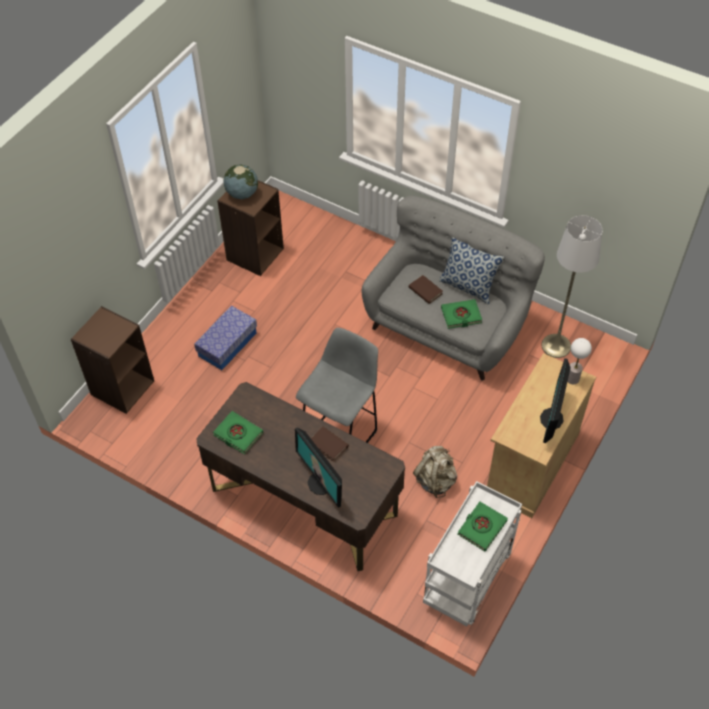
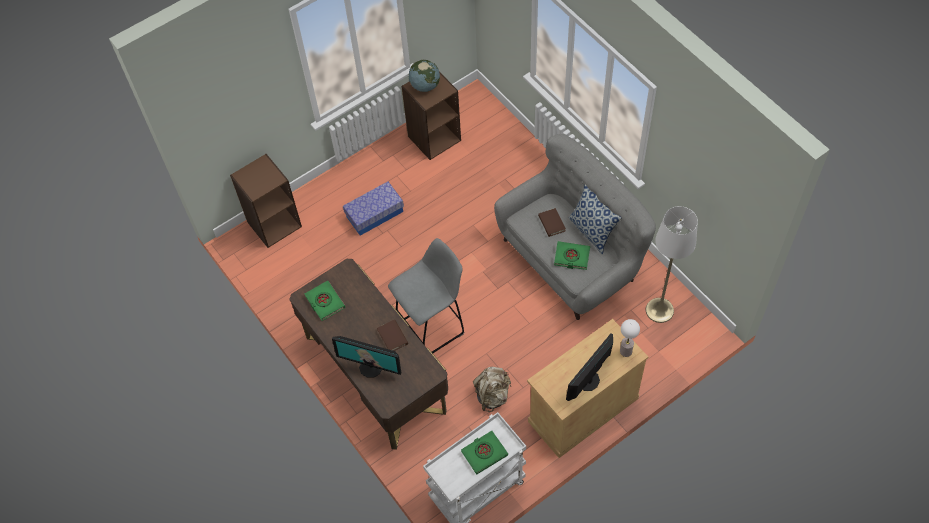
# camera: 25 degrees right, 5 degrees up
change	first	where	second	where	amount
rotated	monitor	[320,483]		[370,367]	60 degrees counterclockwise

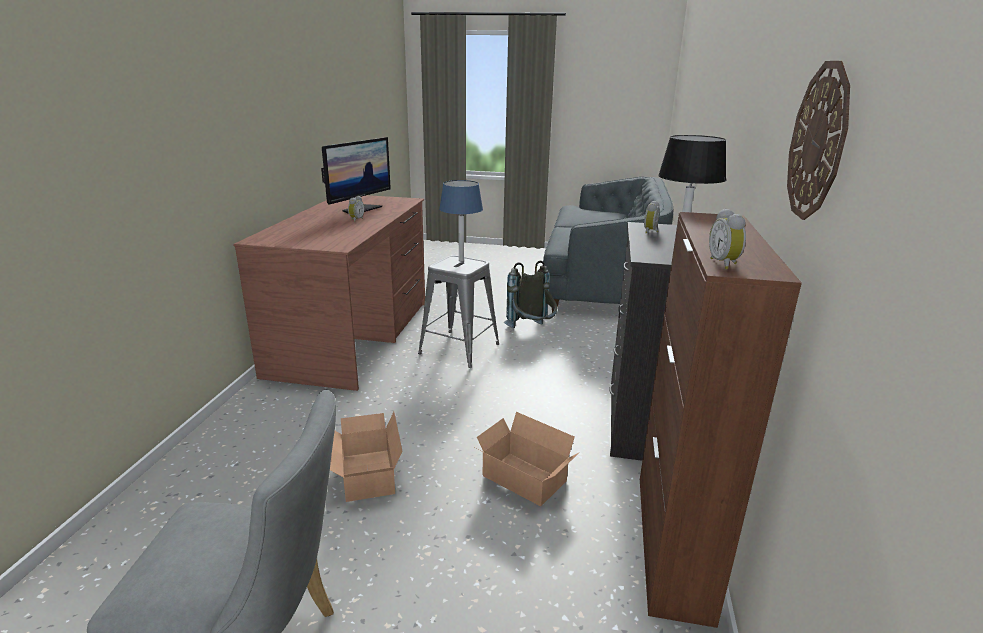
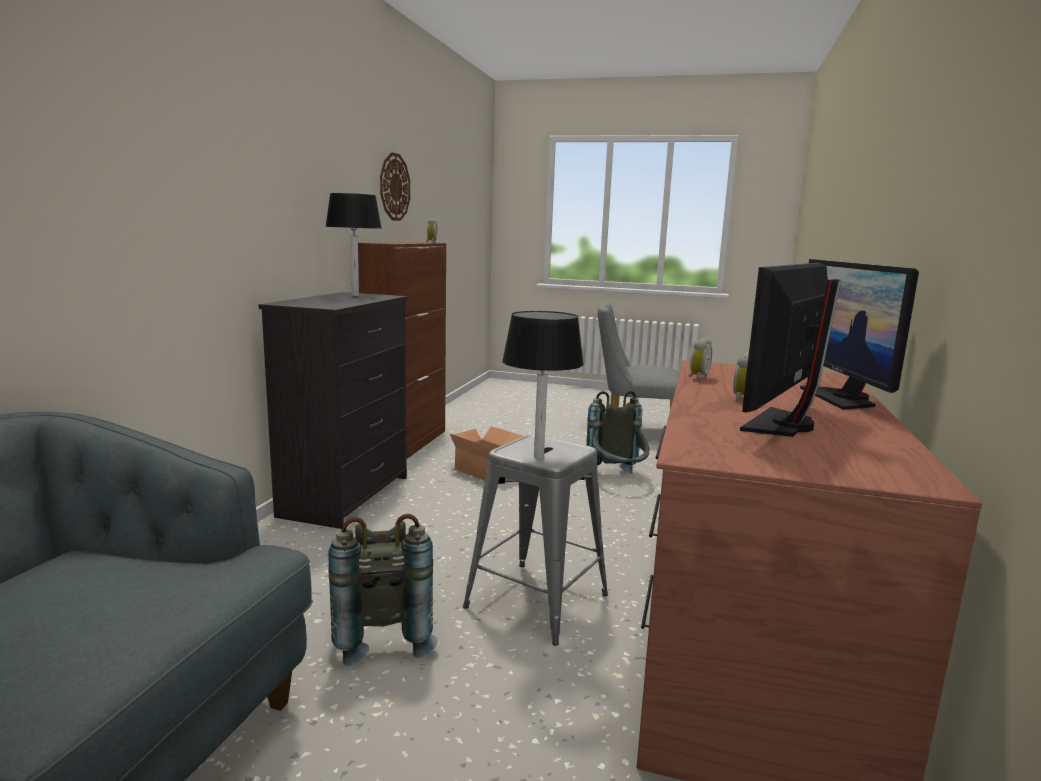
# camera: 175 degrees left, 10 degrees down
change	first	where	second	where	amount
swapped	caja de cartón	[365,476]	mochila [gris]	[617,480]	
repainted	lámpara de mesa [azul]	[461,260]	lámpara de mesa [negro]	[539,457]	
shifted	despertador	[651,231]		[697,378]	
new			monitor	[841,398]	

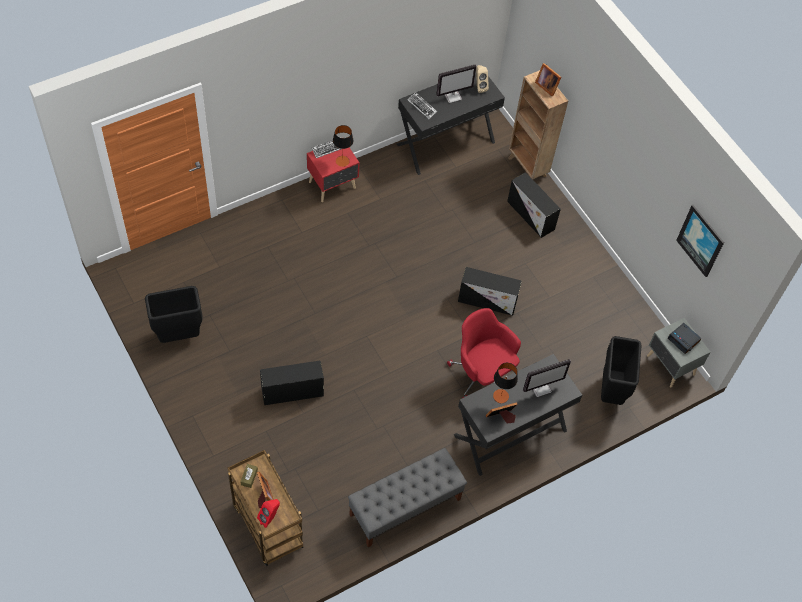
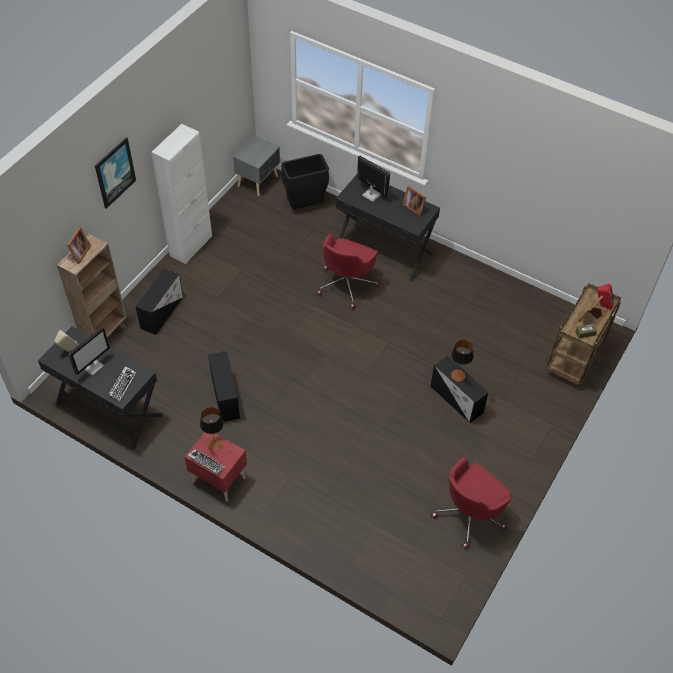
# camera: 115 degrees left, 5 degrees down
change	first	where	second	where	amount
swapped	papelera [negro]	[179,335]	silla de oficina [rojo]	[469,514]	
gone	banco [gris]	[405,507]			
rotated	monitor	[453,96]		[93,366]	90 degrees clockwise
shifted	caja de almacenaje [negro]	[488,301]		[225,396]	
shifted	lámpara de mesa	[500,396]		[458,375]	
gone	despertador	[684,340]			
shifted	cuadro	[701,240]		[114,172]	
new			armario [blanco]	[191,246]	

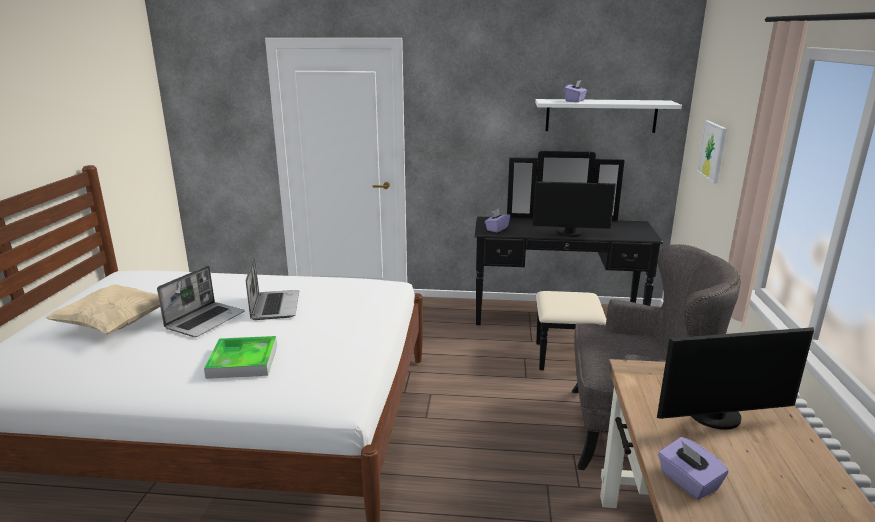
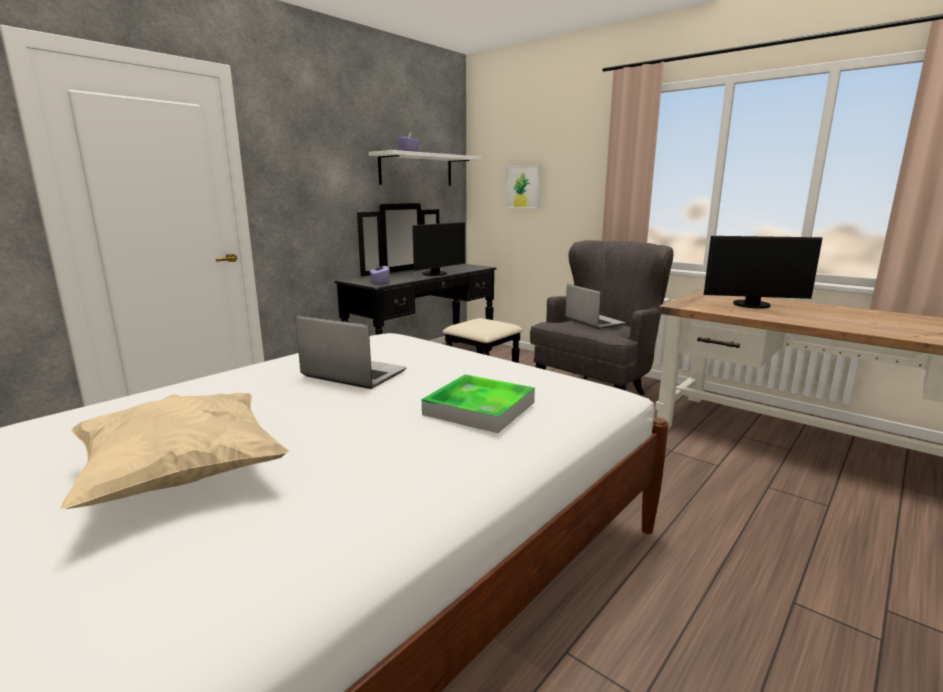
# camera: 55 degrees left, 5 degrees down
change	first	where	second	where	amount
shifted	portátil	[205,320]		[593,322]	
rotated	monitor	[717,417]		[752,305]	75 degrees clockwise
gone	caja de pañuelos [morado]	[688,482]			

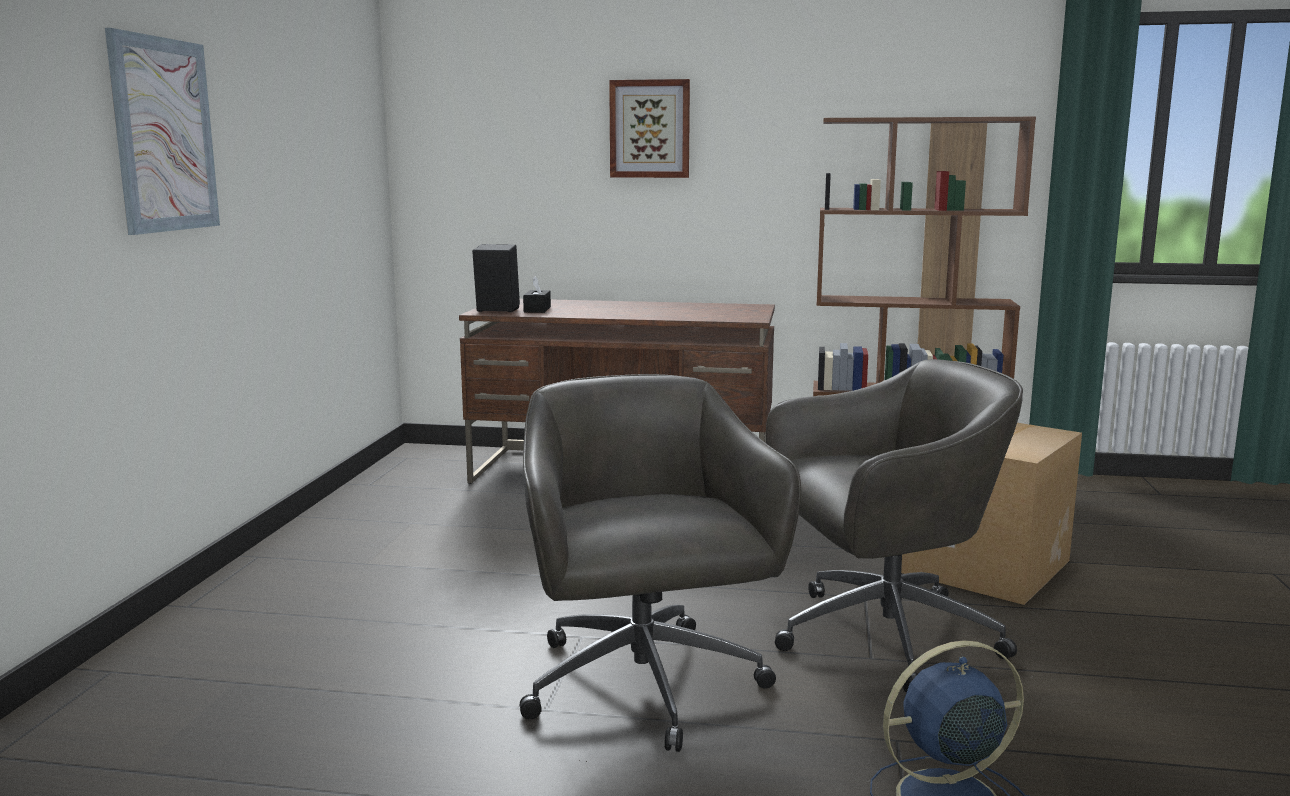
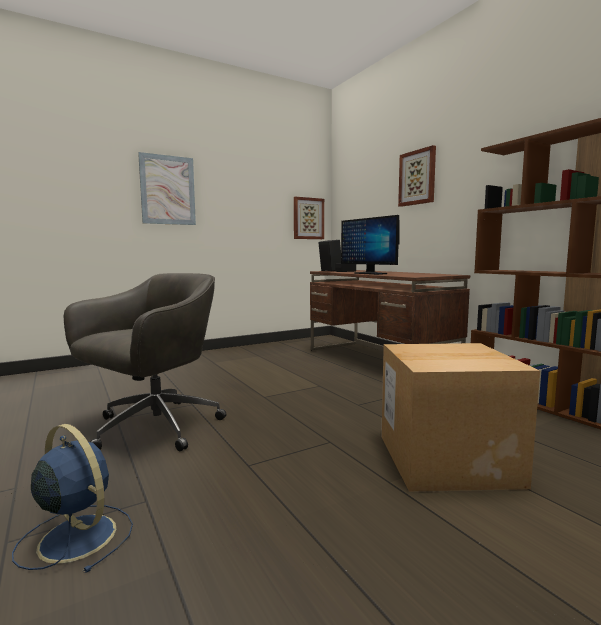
# camera: 50 degrees right, 5 degrees down
change	first	where	second	where	amount
gone	silla de oficina [gris]	[880,637]			
new			cuadro	[308,218]	
new			monitor	[370,273]	

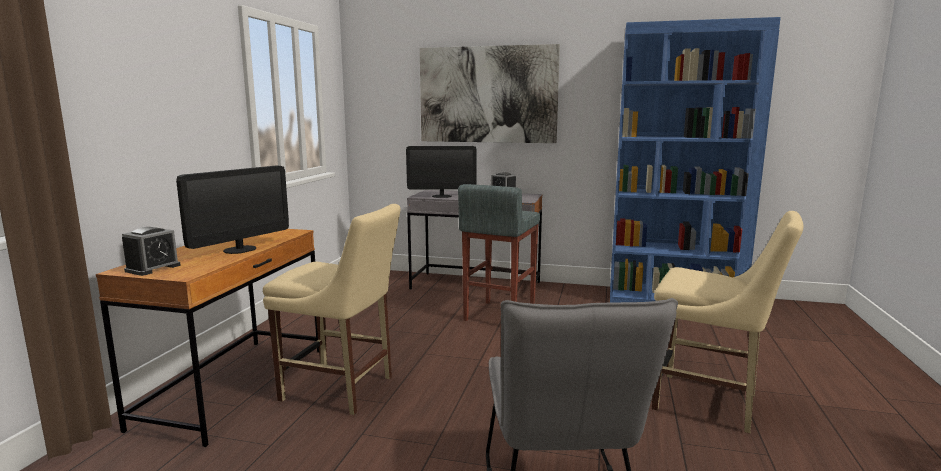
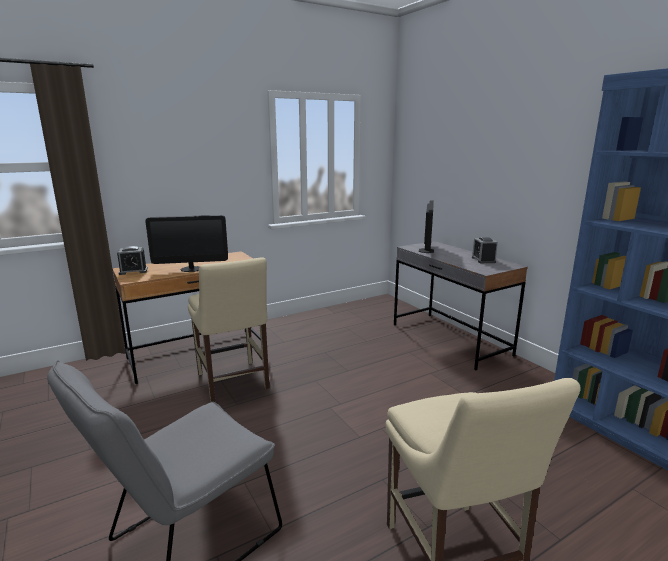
# camera: 45 degrees right, 5 degrees up
change	first	where	second	where	amount
rotated	monitor	[441,196]		[426,250]	120 degrees counterclockwise
gone	cuadro	[487,95]			
gone	taburete [gris]	[498,315]			

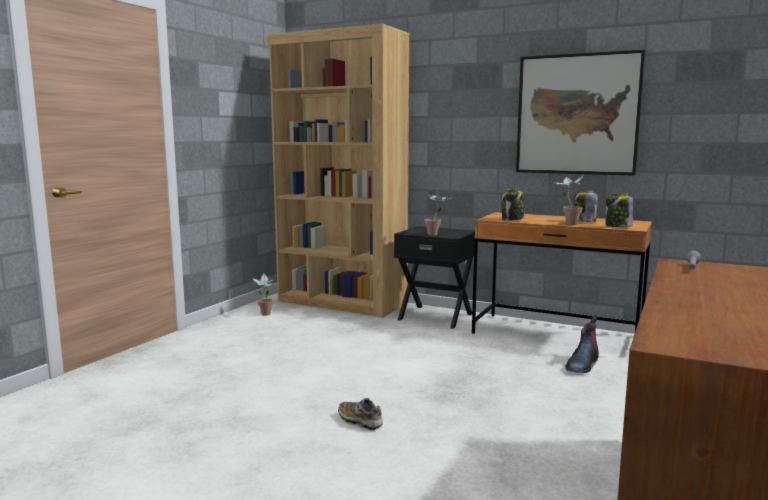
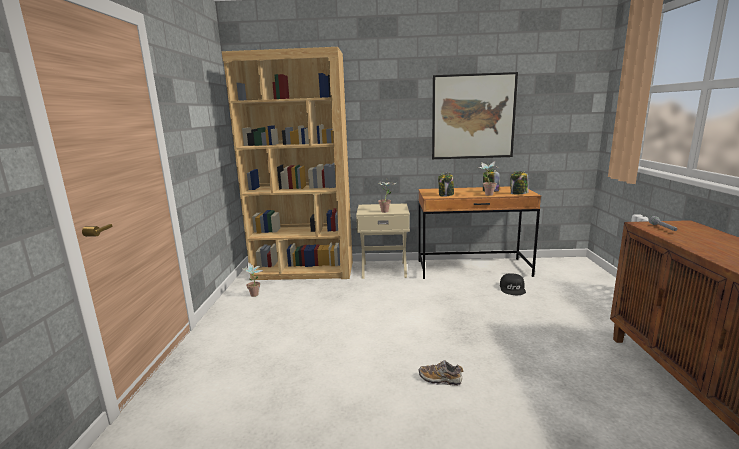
# camera: 25 degrees left, 5 degrees up
change	first	where	second	where	amount
repainted	mesita de noche [negro]	[436,316]	mesita de noche [beis]	[384,269]	
swapped	bota	[582,364]	gorra [negro]	[513,288]	

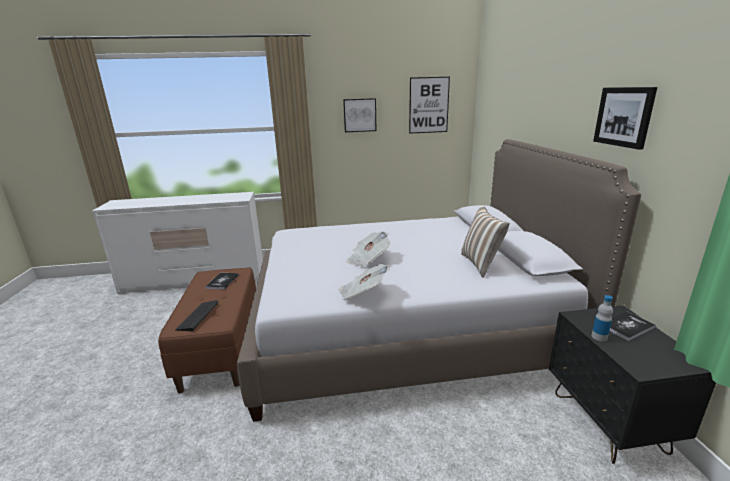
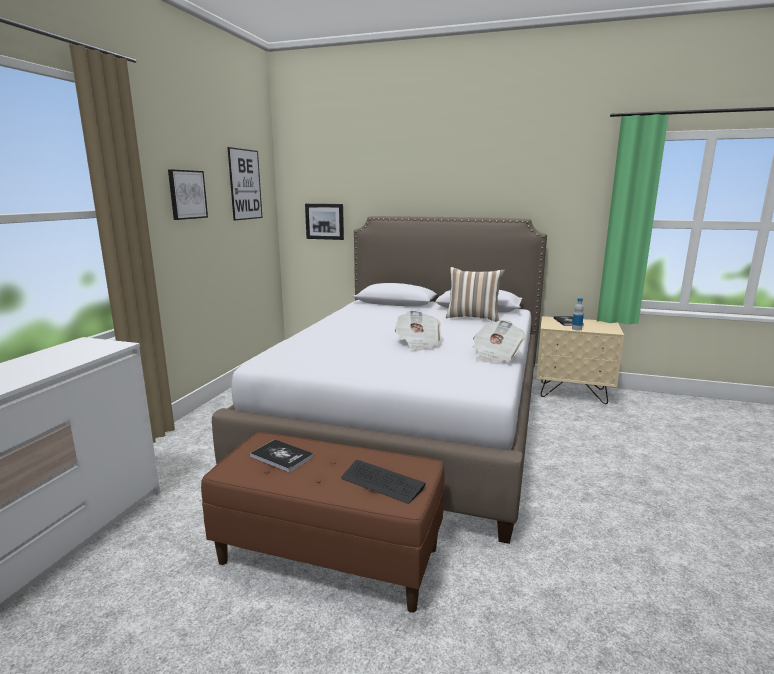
# camera: 65 degrees left, 5 degrees down
change	first	where	second	where	amount
repainted	mesita de noche [negro]	[608,423]	mesita de noche [beis]	[572,393]	
shifted	cuadro	[624,116]		[325,221]	

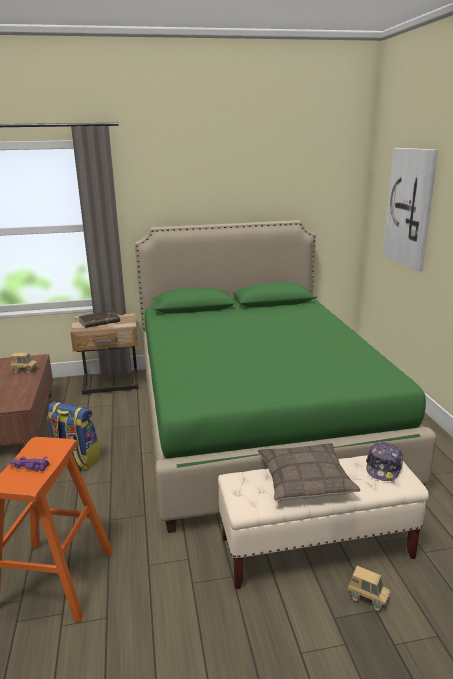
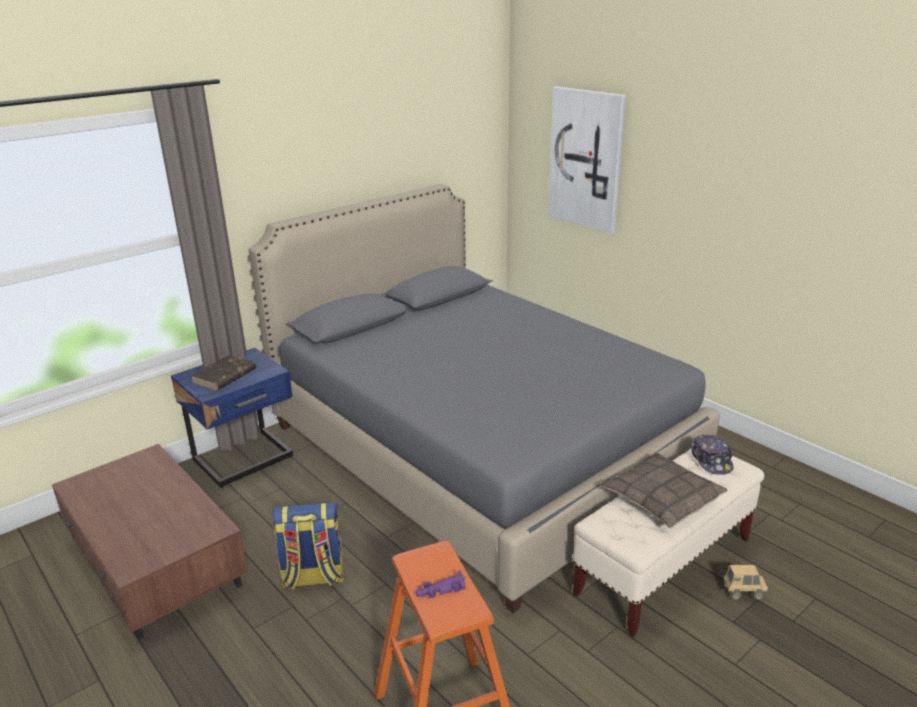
# camera: 30 degrees left, 5 degrees up
change	first	where	second	where	amount
gone	camión de juguete	[25,371]			
repainted	mesita de noche [beis]	[111,383]	mesita de noche [azul]	[245,460]	
repainted	cama [verde]	[255,420]	cama [gris]	[478,451]	

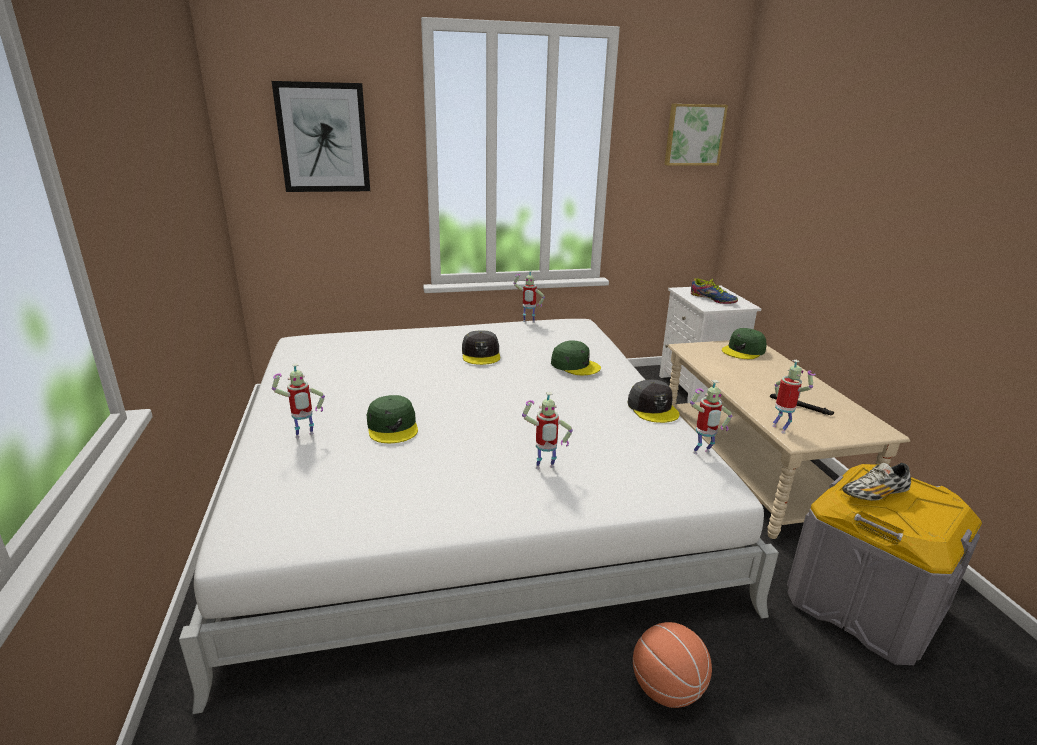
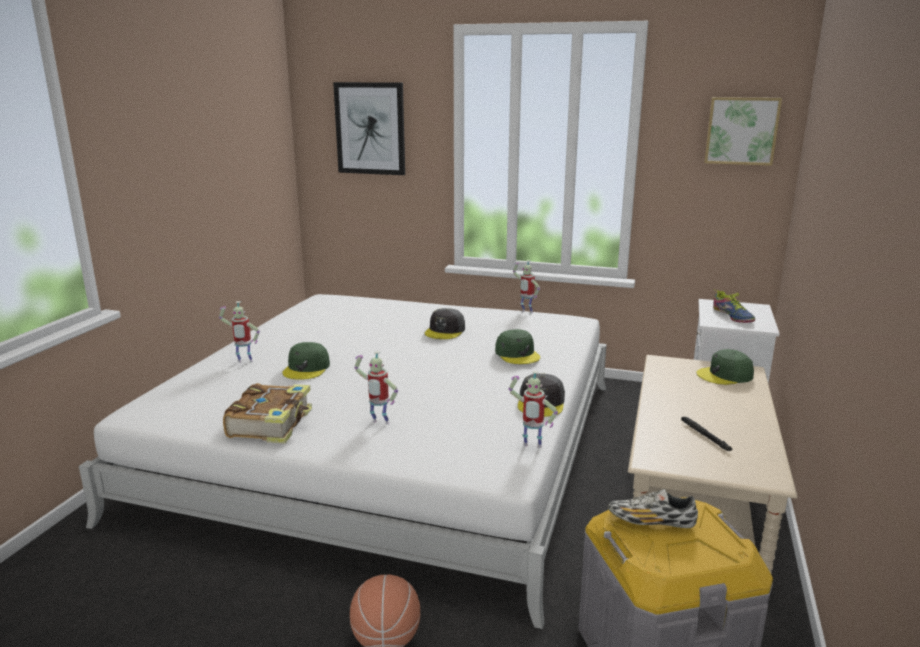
# camera: 30 degrees right, 5 degrees down
change	first	where	second	where	amount
gone	robot de juguete	[781,429]			
new			libro	[272,423]	

